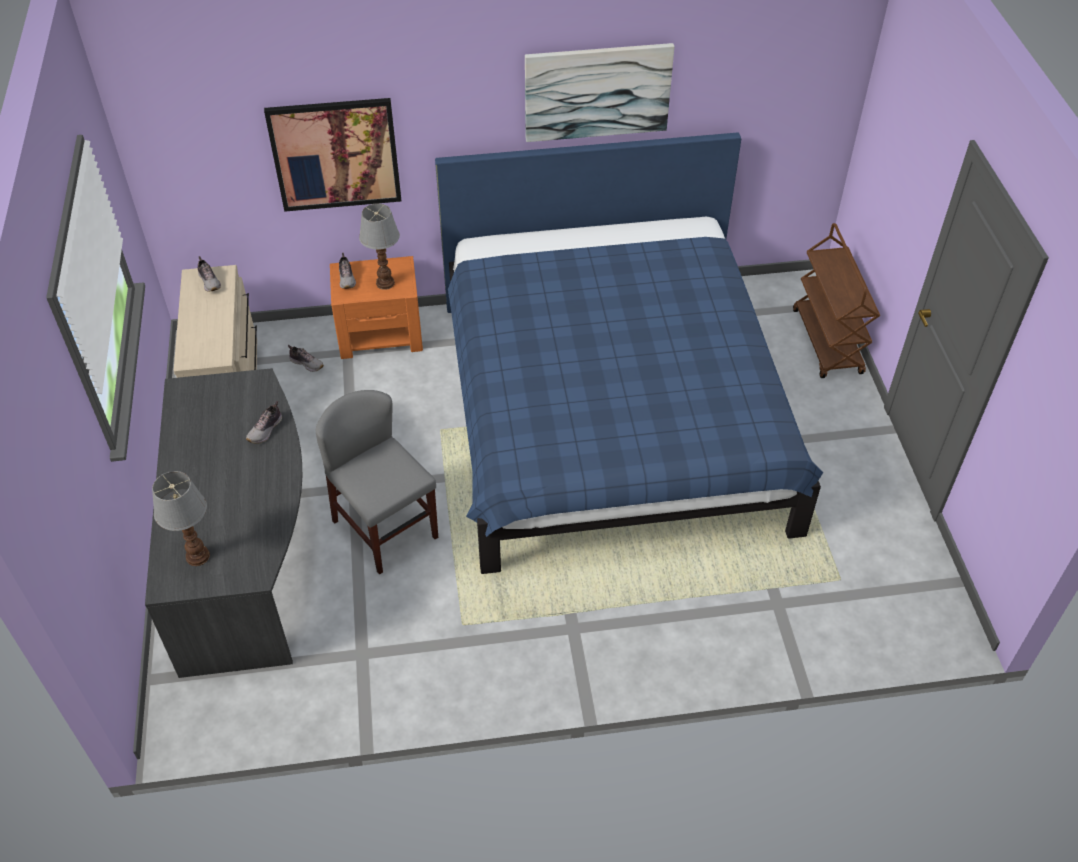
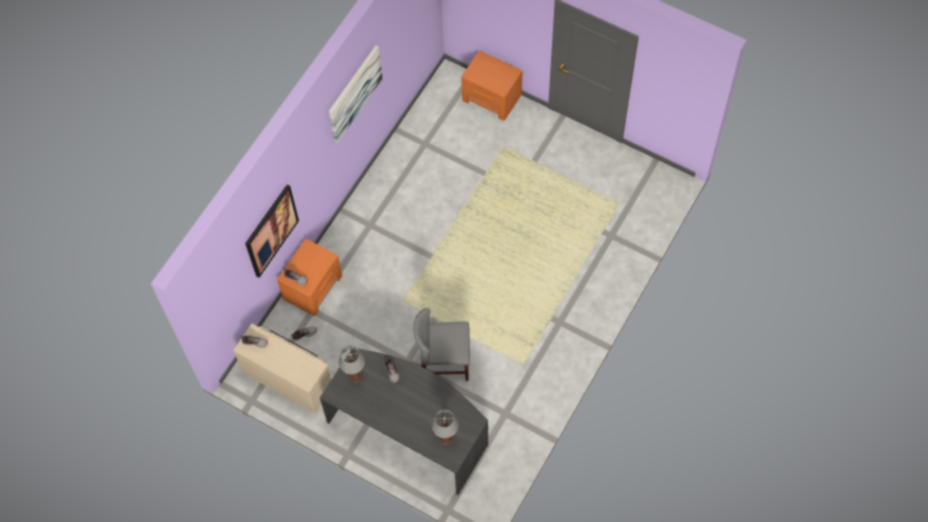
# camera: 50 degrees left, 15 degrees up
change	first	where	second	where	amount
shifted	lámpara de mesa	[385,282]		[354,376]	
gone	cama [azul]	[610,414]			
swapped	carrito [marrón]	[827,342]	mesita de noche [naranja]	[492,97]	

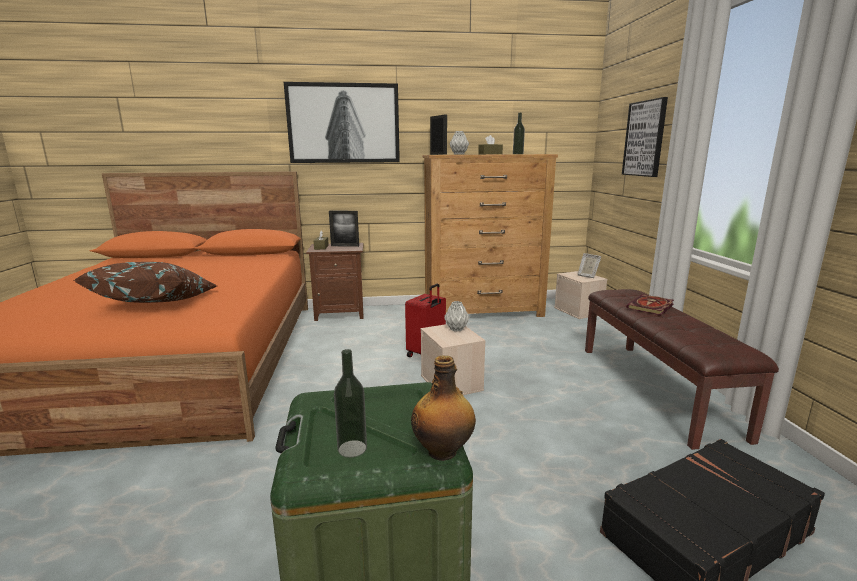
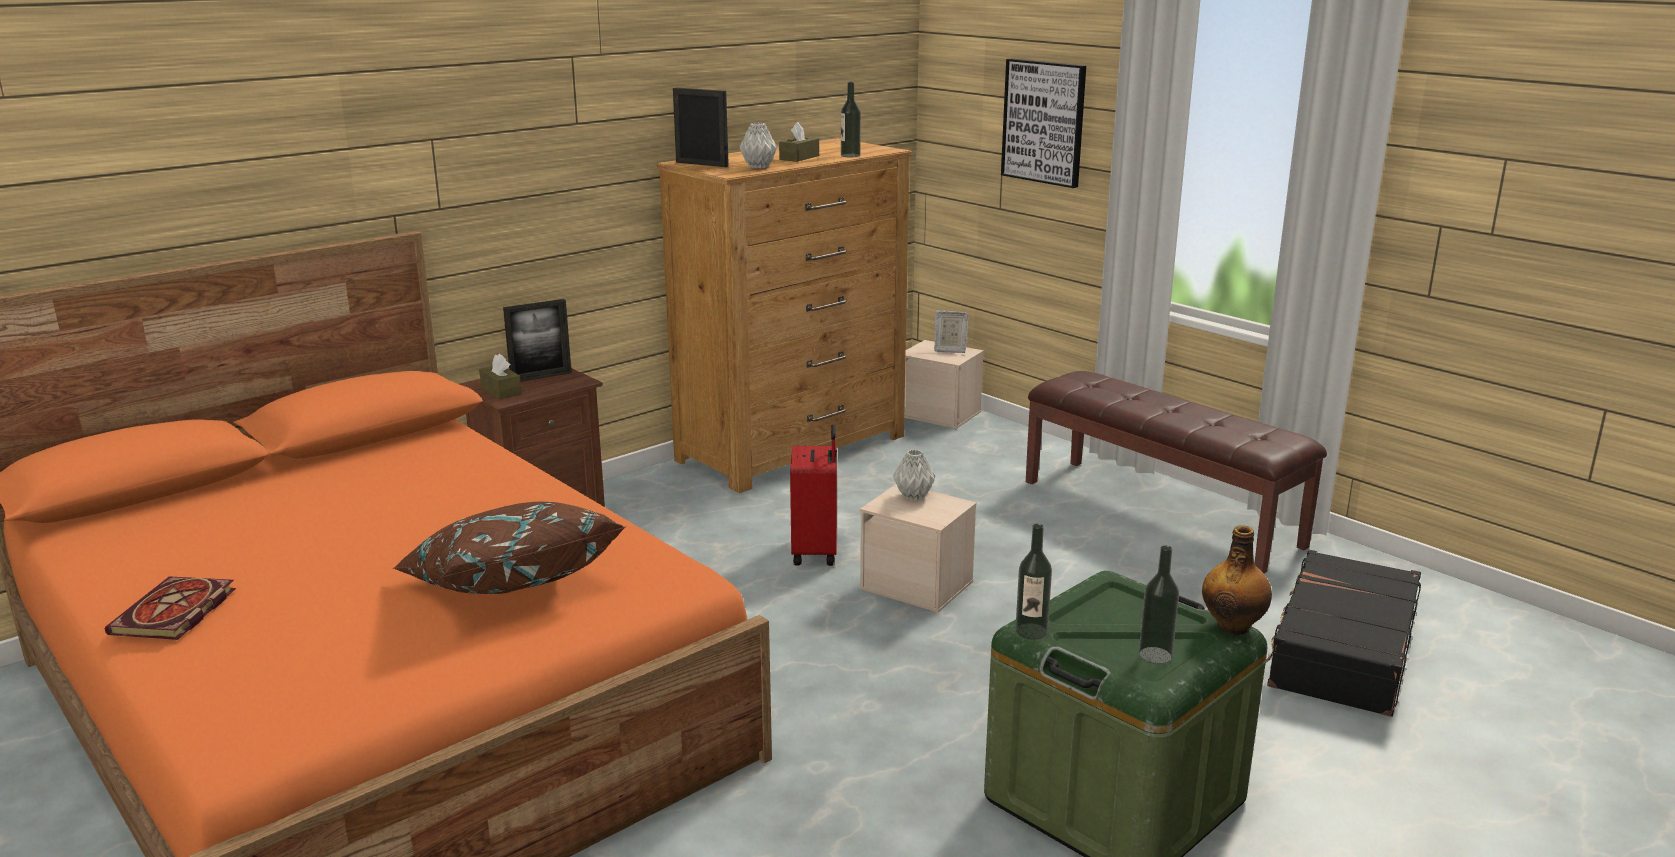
# camera: 35 degrees left, 5 degrees up
change	first	where	second	where	amount
gone	cuadro	[344,123]			
shifted	libro	[651,307]		[174,614]	
new			botella	[1031,631]	

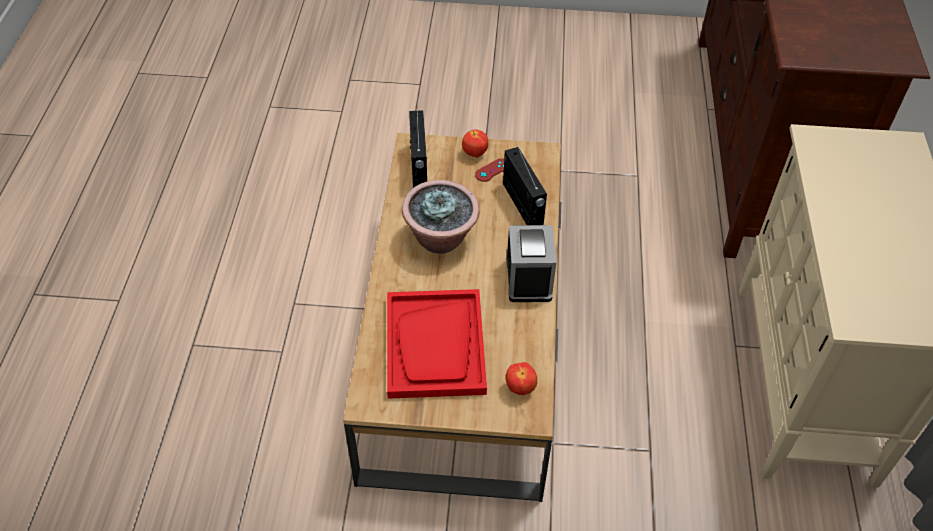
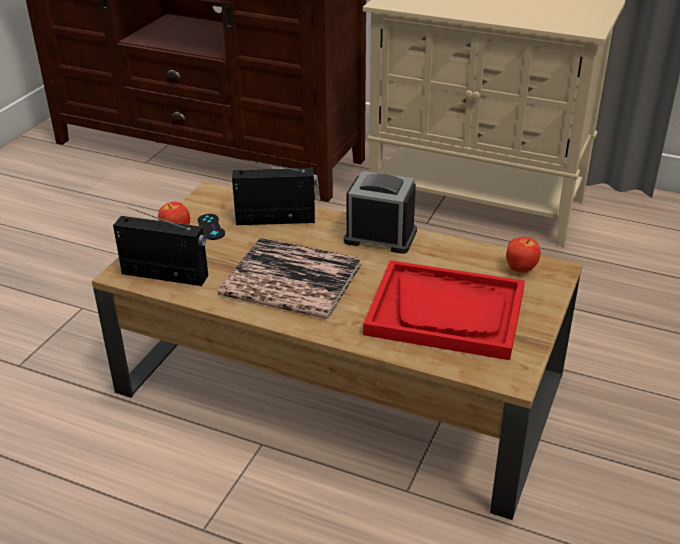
# camera: 70 degrees left, 15 degrees down
change	first	where	second	where	amount
swapped	planta en maceta	[441,239]	libro	[291,280]	
repainted	mando de consola [rojo]	[493,170]	mando de consola [negro]	[211,227]	

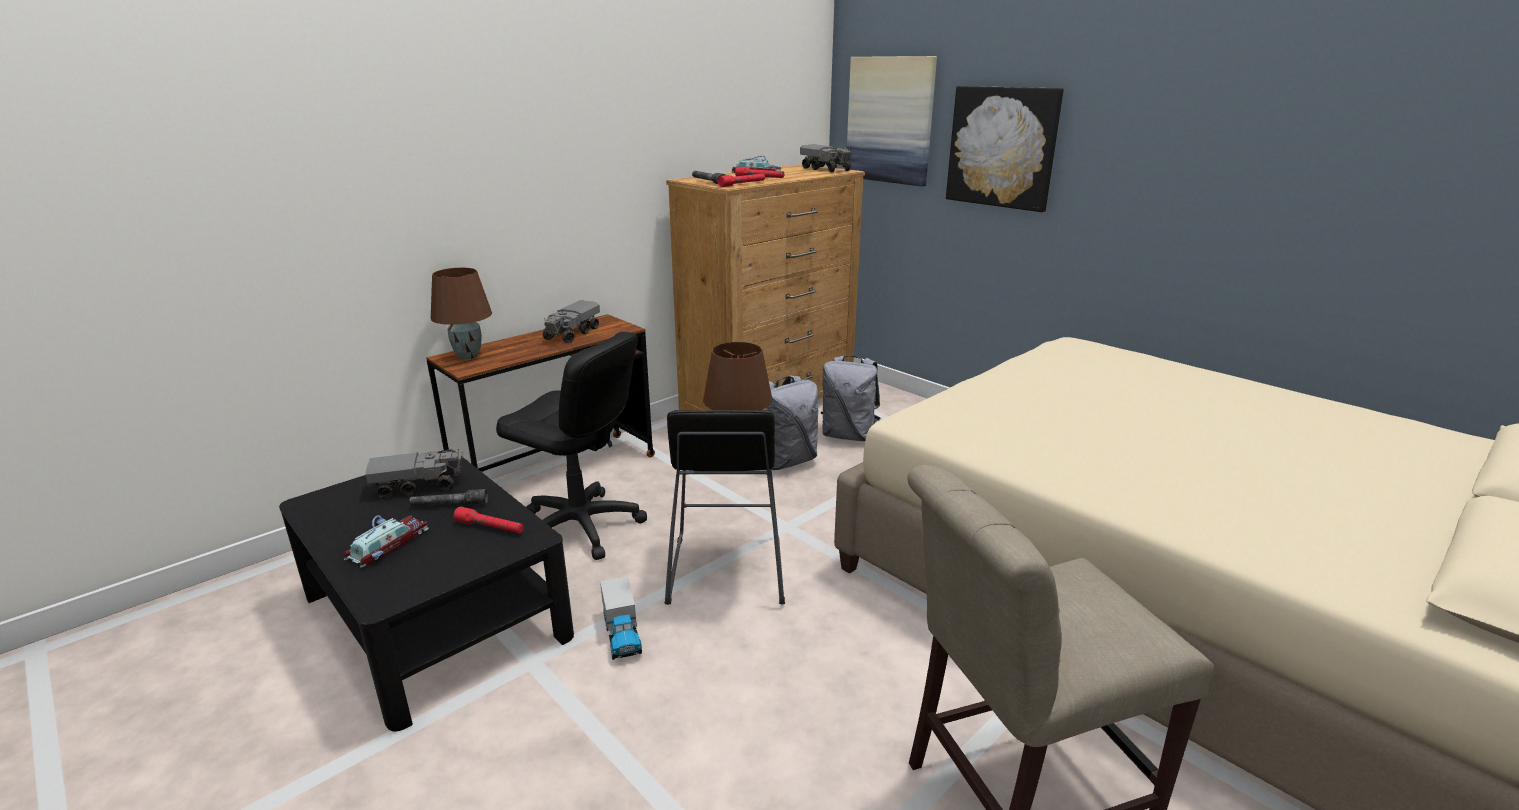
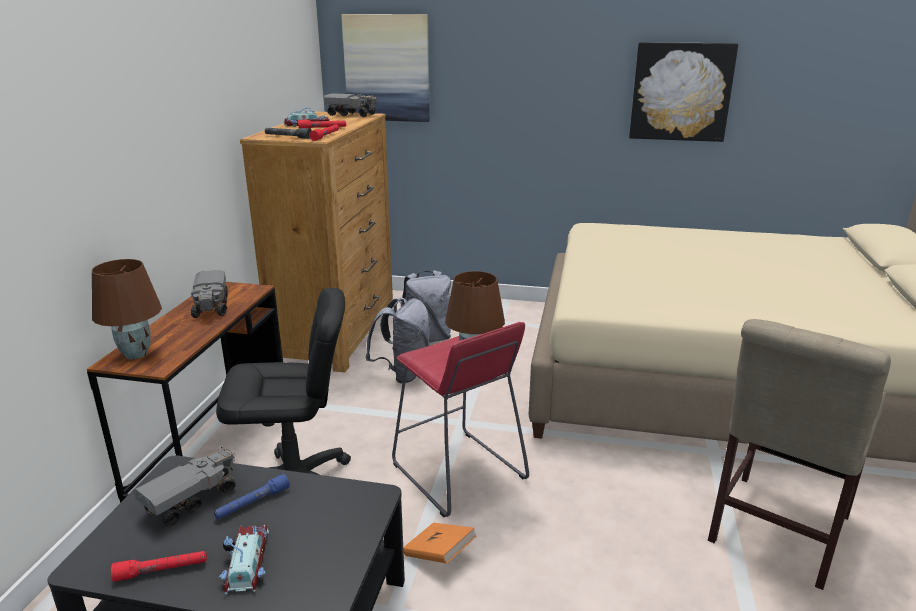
# camera: 35 degrees left, 0 degrees up
change	first	where	second	where	amount
repainted	linterna [gris]	[449,505]	linterna [azul]	[252,503]	
shifted	linterna [rojo]	[490,527]		[161,570]	
swapped	camión de juguete	[622,634]	libro [naranja]	[439,555]	
repainted	taburete [negro]	[726,570]	taburete [rojo]	[458,472]	
shifted	cuadro	[1002,147]		[681,92]	

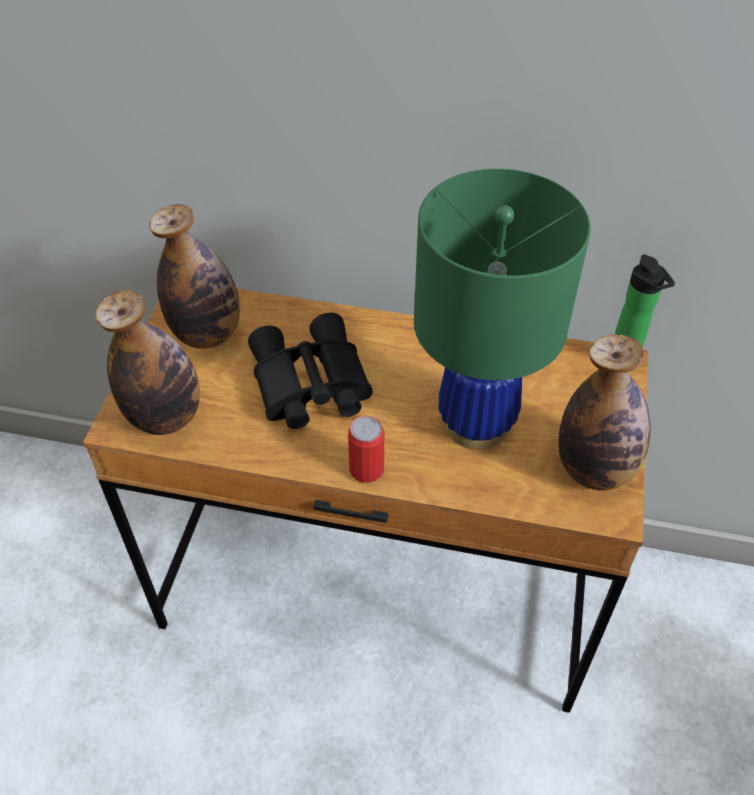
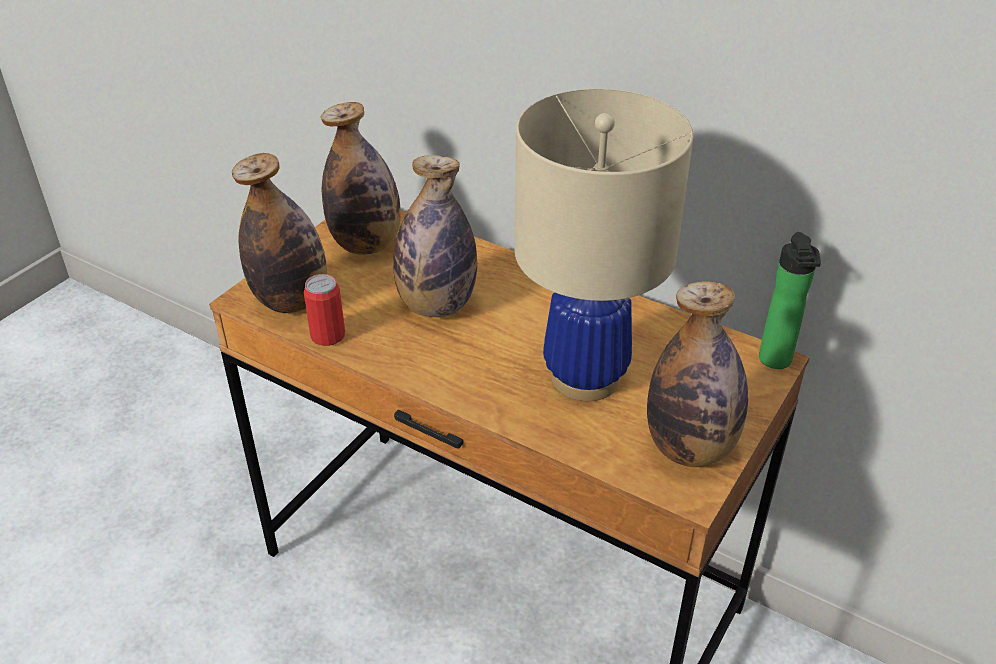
# camera: 20 degrees right, 10 degrees down
change	first	where	second	where	amount
swapped	prismáticos [negro]	[308,385]	botella	[436,306]	
shifted	lata	[366,469]		[328,336]	
repainted	lámpara de mesa [verde]	[476,424]	lámpara de mesa [beis]	[584,377]	

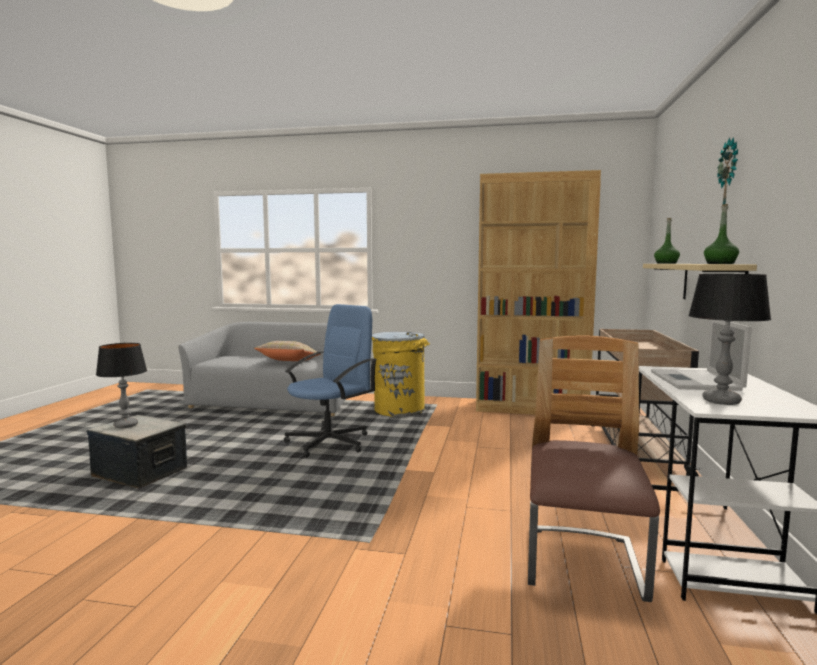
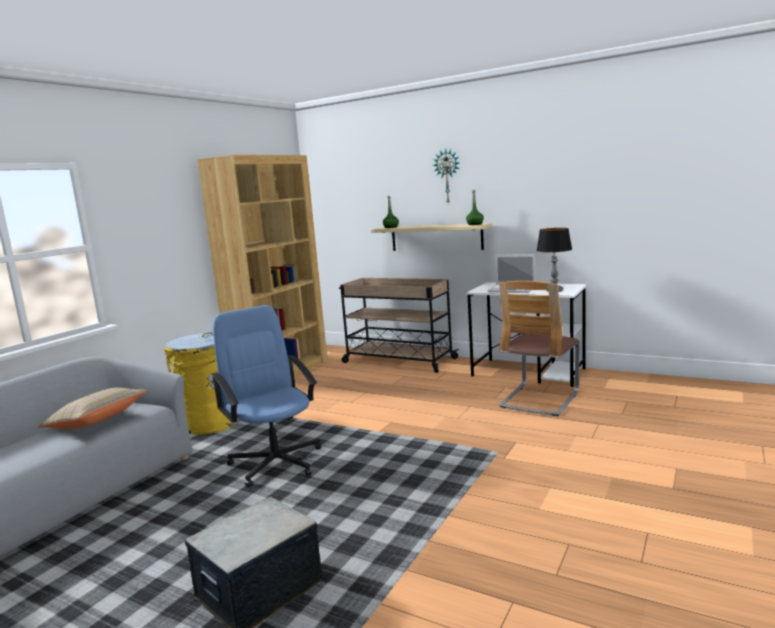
# camera: 70 degrees left, 5 degrees up
change	first	where	second	where	amount
gone	lámpara de mesa	[126,425]			
rotated	silla	[582,565]		[539,399]	90 degrees counterclockwise

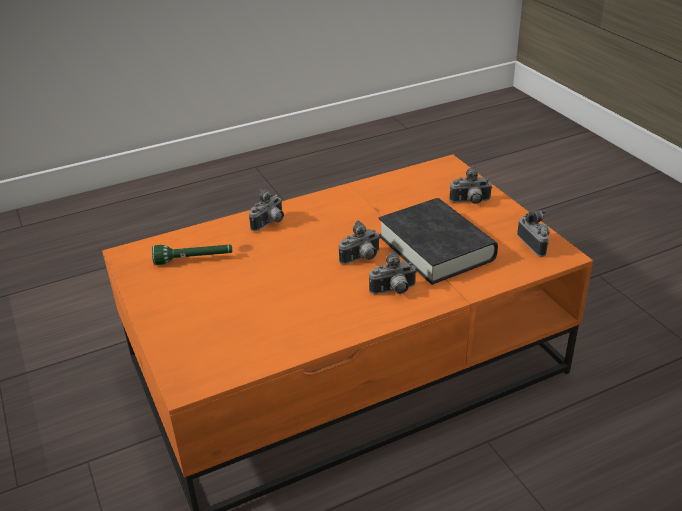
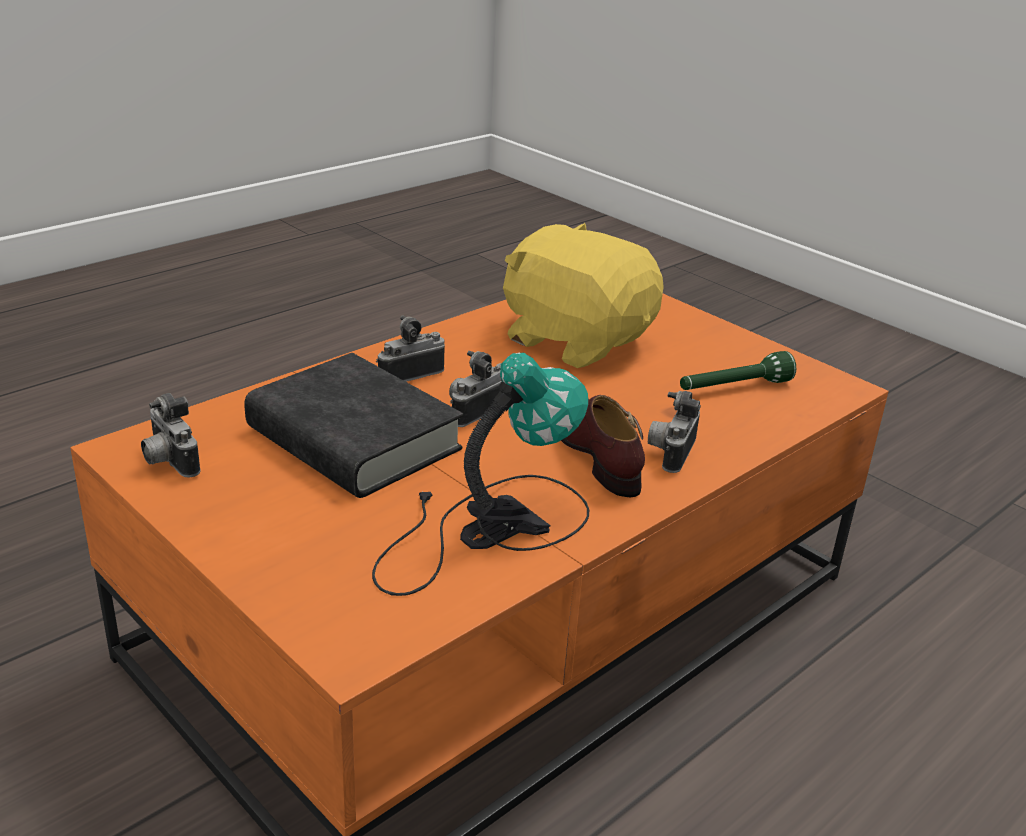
# camera: 160 degrees right, 5 degrees down
change	first	where	second	where	amount
gone	cámara	[470,202]			
new			lámpara de mesa	[484,527]	
new			peluche [amarillo]	[576,340]	
new			zapato [marrón]	[596,453]	

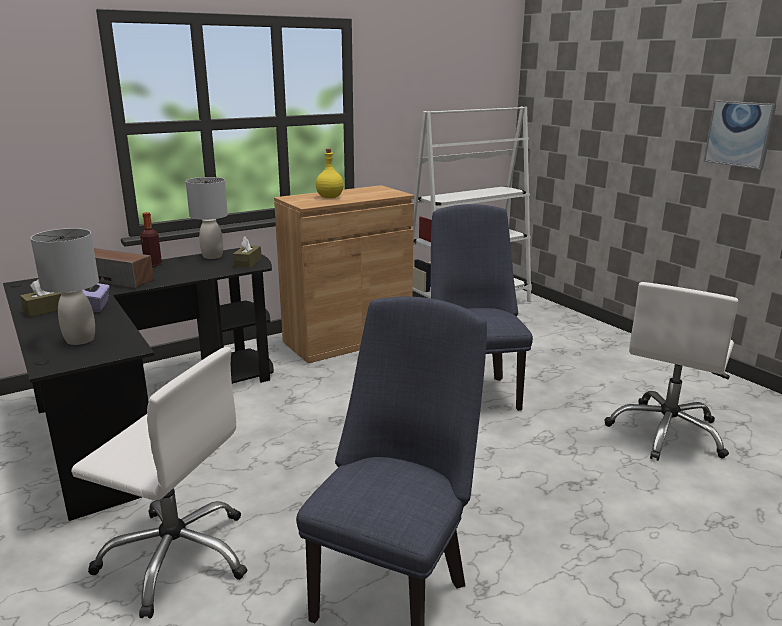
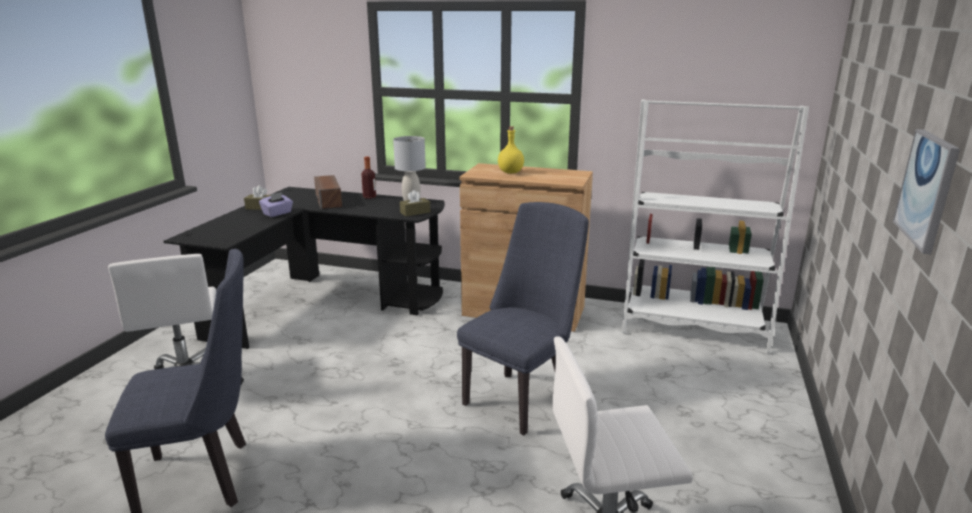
# camera: 50 degrees right, 0 degrees up
change	first	where	second	where	amount
gone	lámpara de mesa [gris]	[79,340]			

